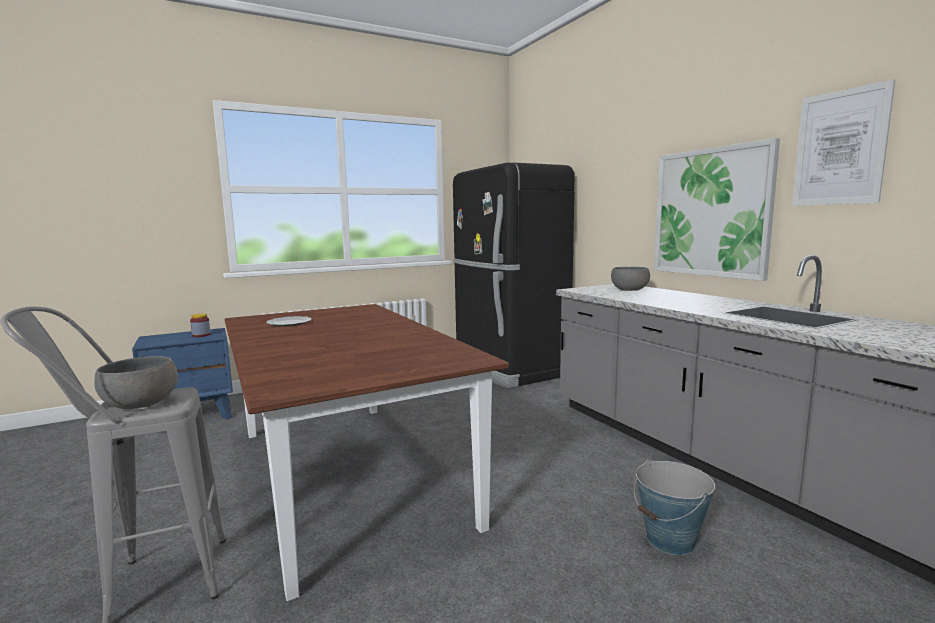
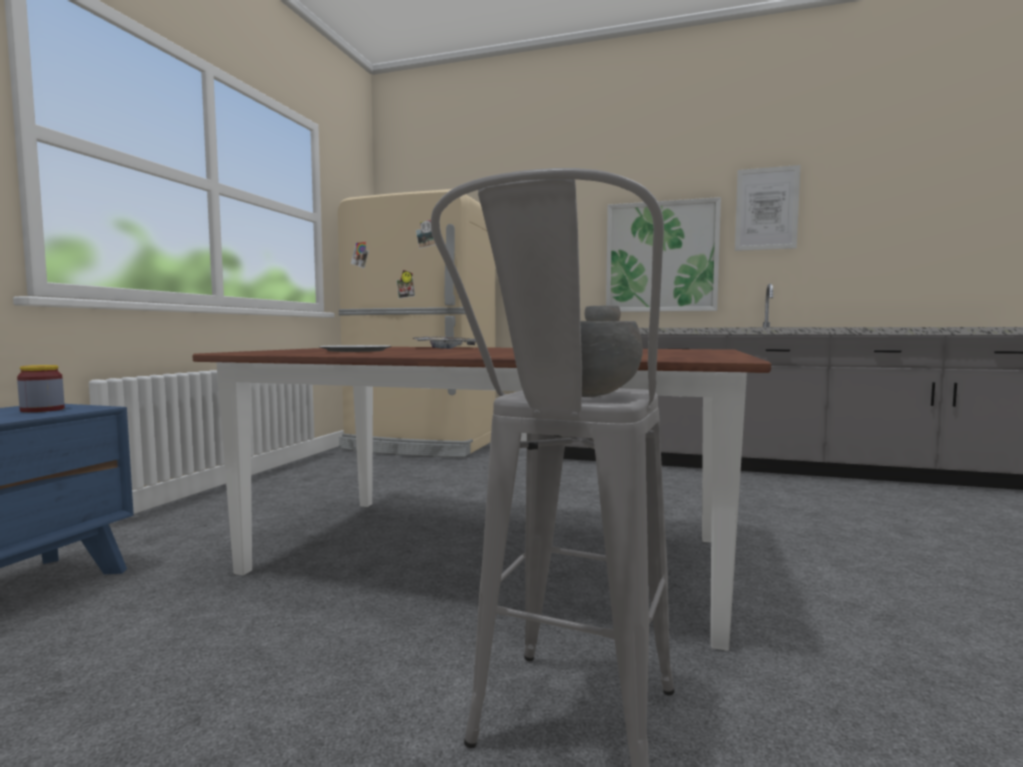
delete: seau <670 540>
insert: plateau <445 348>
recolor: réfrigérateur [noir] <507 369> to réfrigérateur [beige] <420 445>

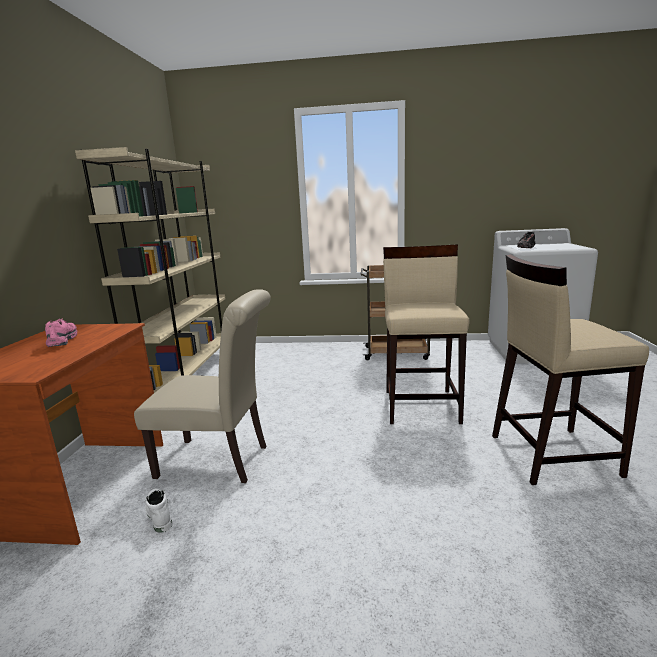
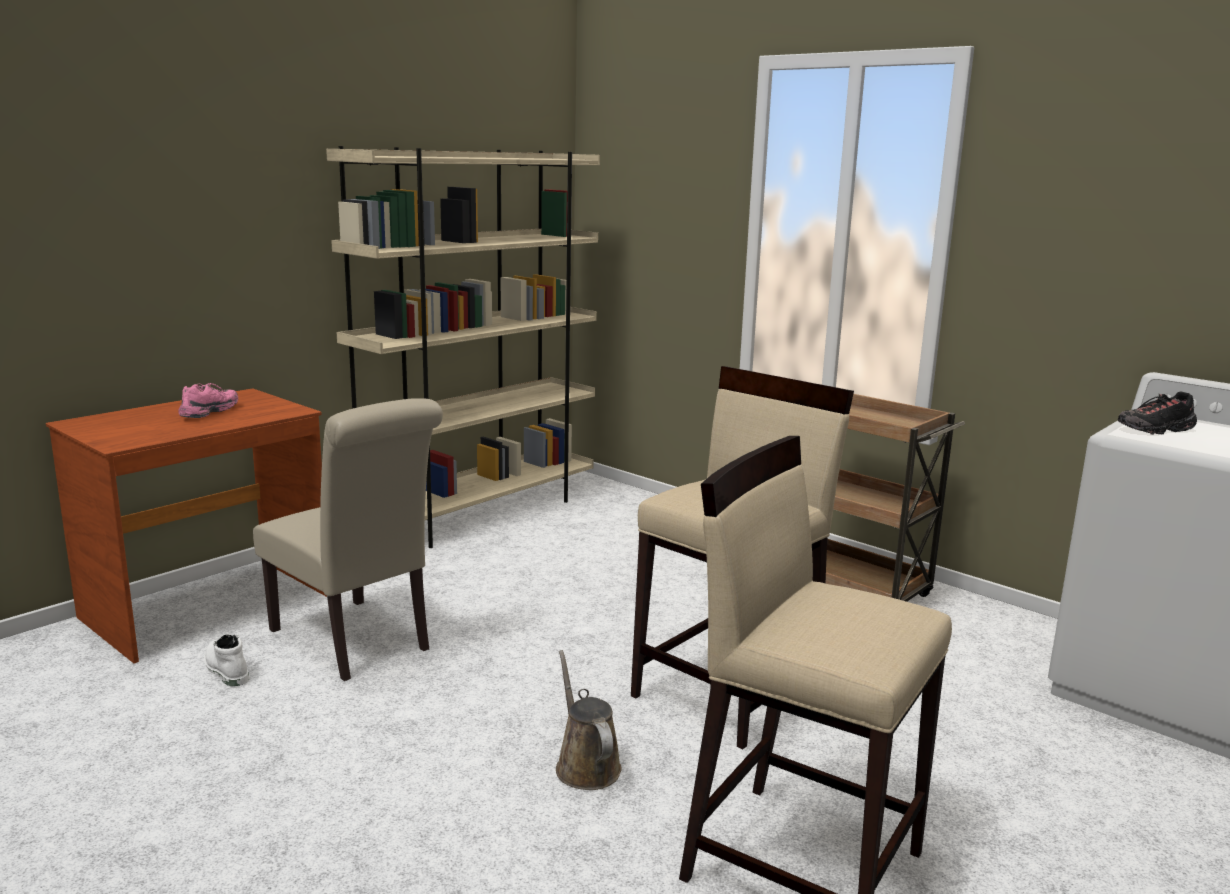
insert: arrosoir [marron] <585 765>
rotate: botte [blanc] <158 514> = <225 670> 45 degrees counterclockwise

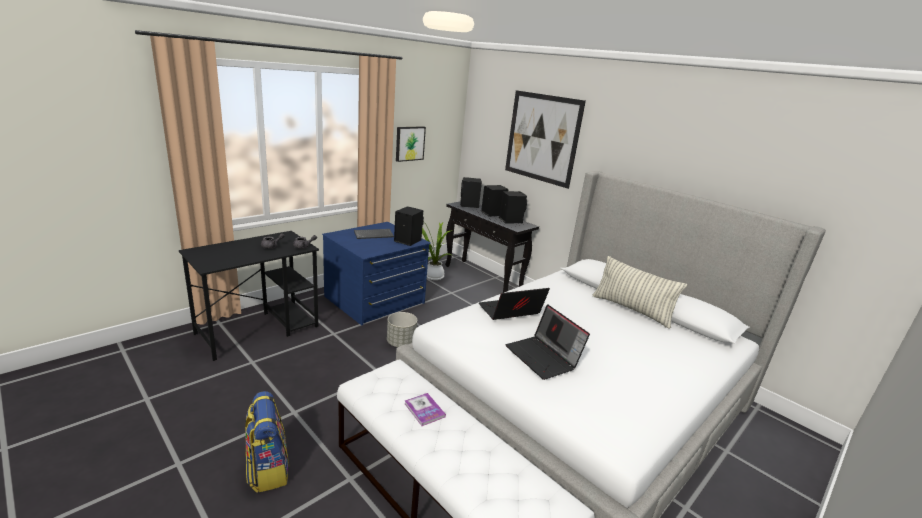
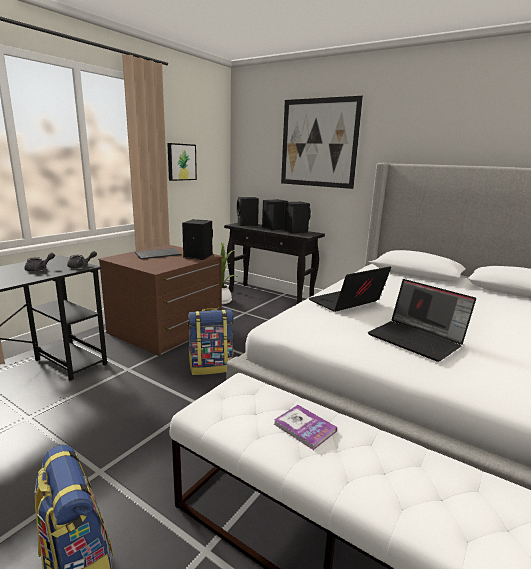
delete: coussin <631 310>
replace: cache-pot [gris] <401 343> to sac à dos <211 367>
recolor: commode [bleu] <375 300> to commode [marron] <167 329>

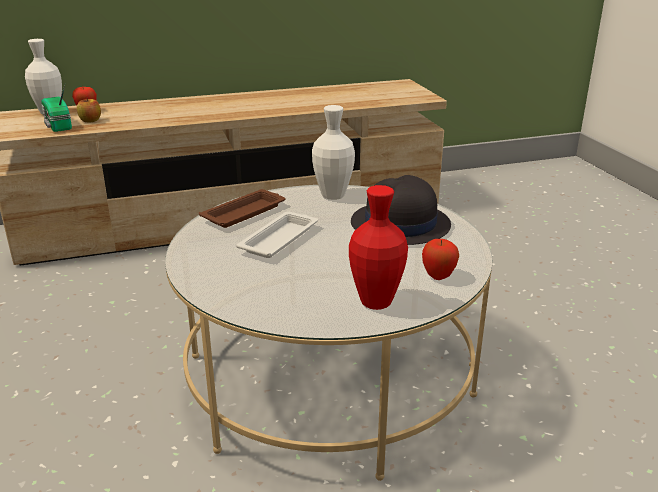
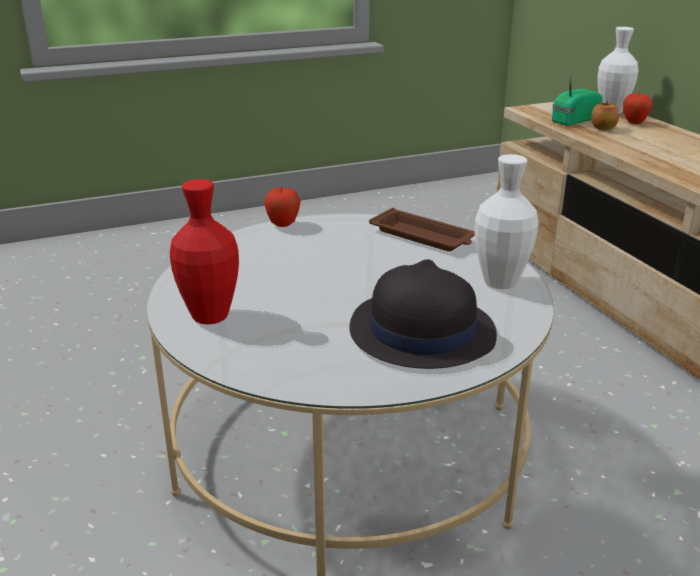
delete: plateau [blanc] <280 239>
move: pomme <438 277> to <283 225>

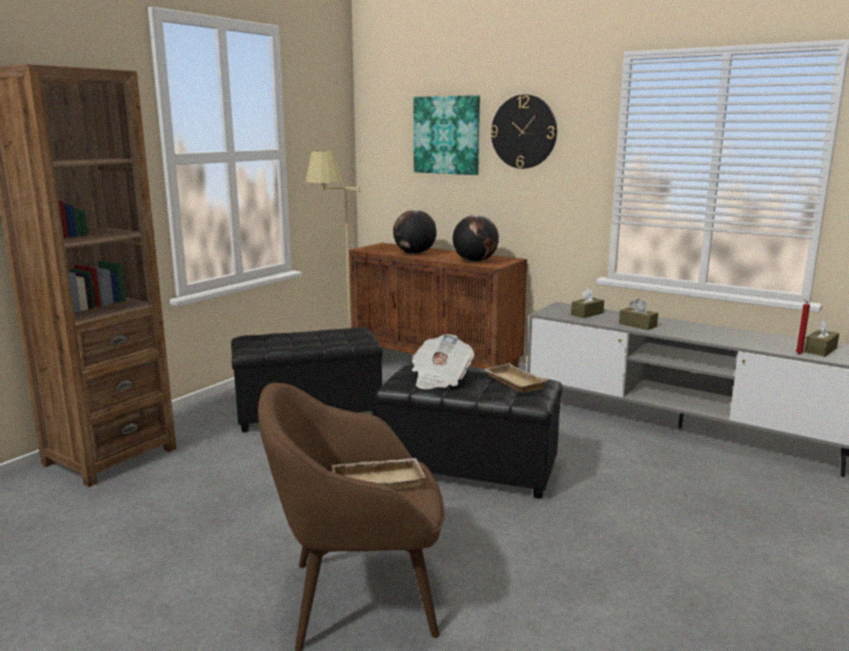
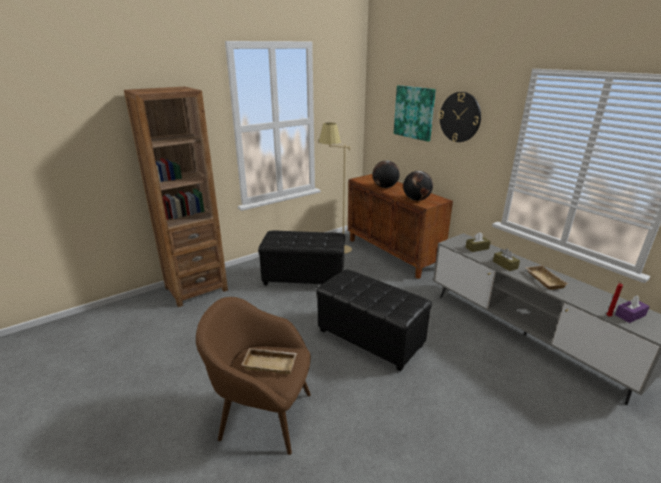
delete: journal <440 379>
move: plateau [beige] <512 382> to <543 279>
recolor: boîte à mouchoirs [marron] <820 350> to boîte à mouchoirs [violet] <630 315>

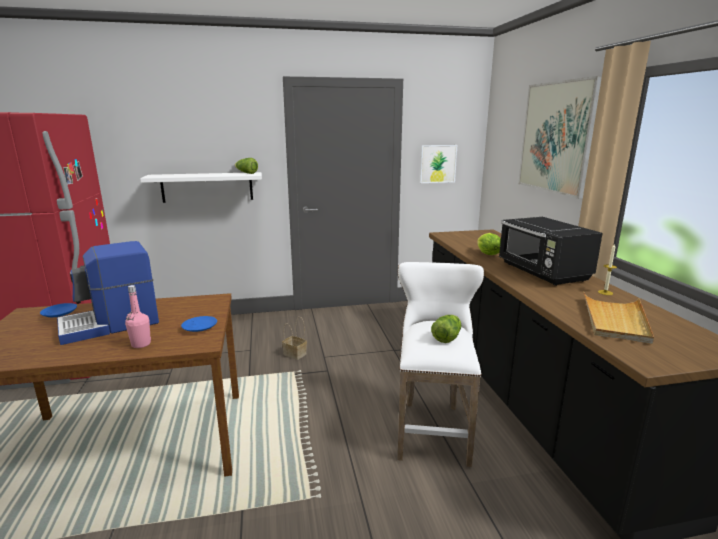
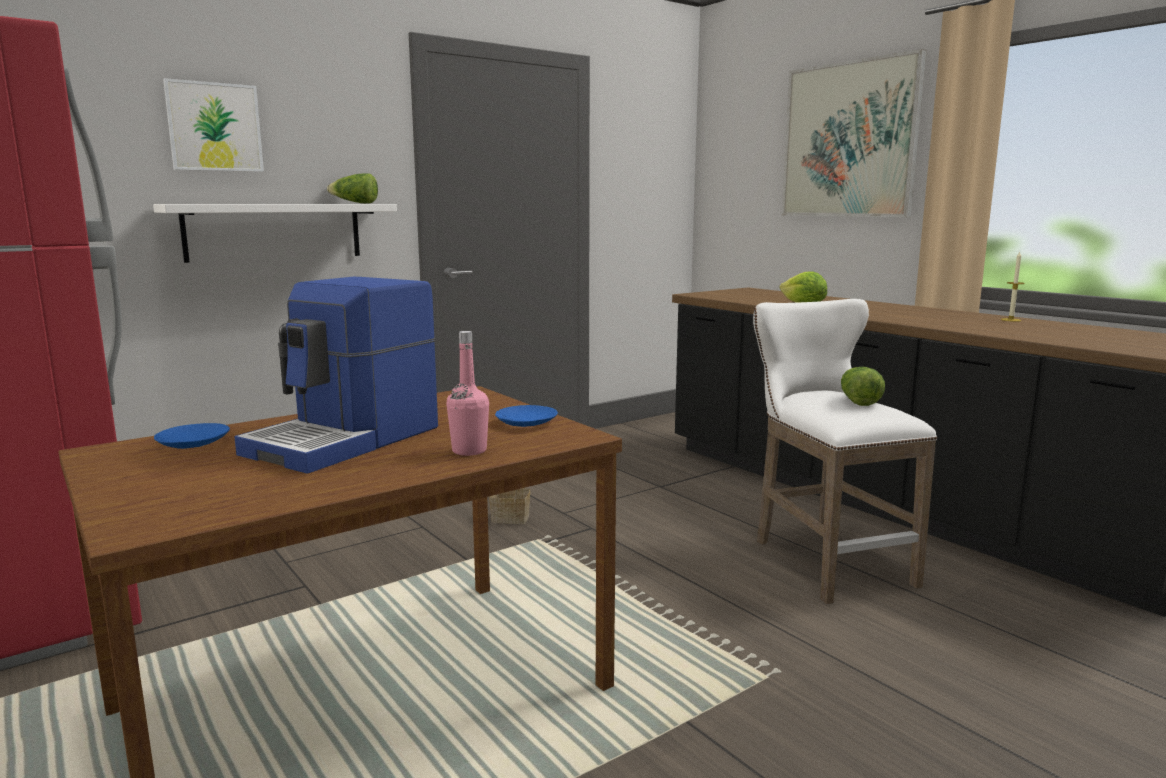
delete: micro-ondes [noir] <543 273>; plateau [beige] <615 320>
move: tableau <438 164> to <214 127>

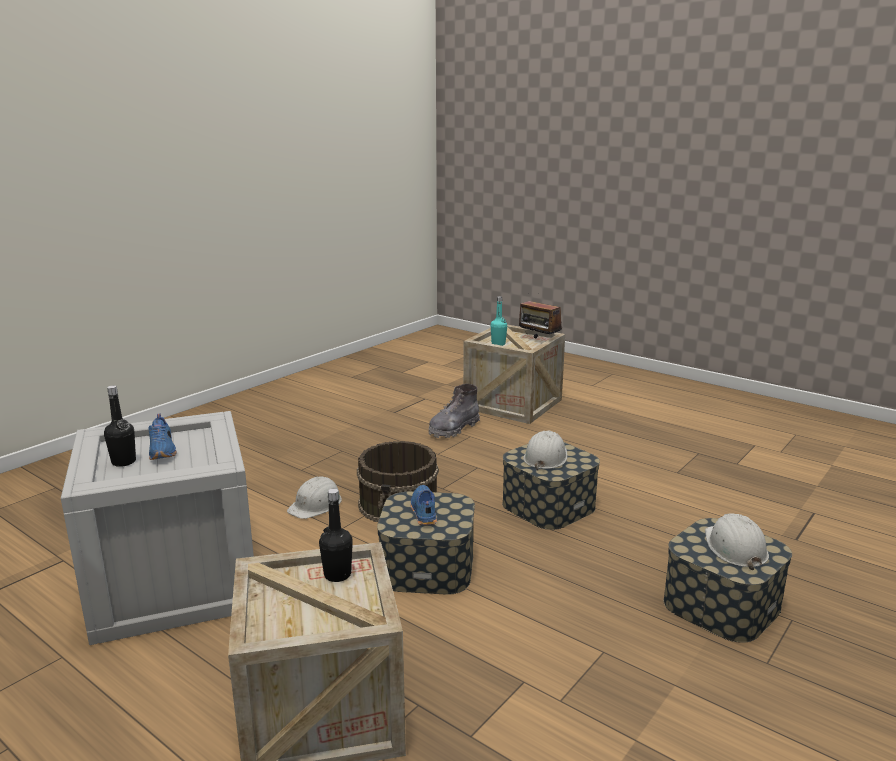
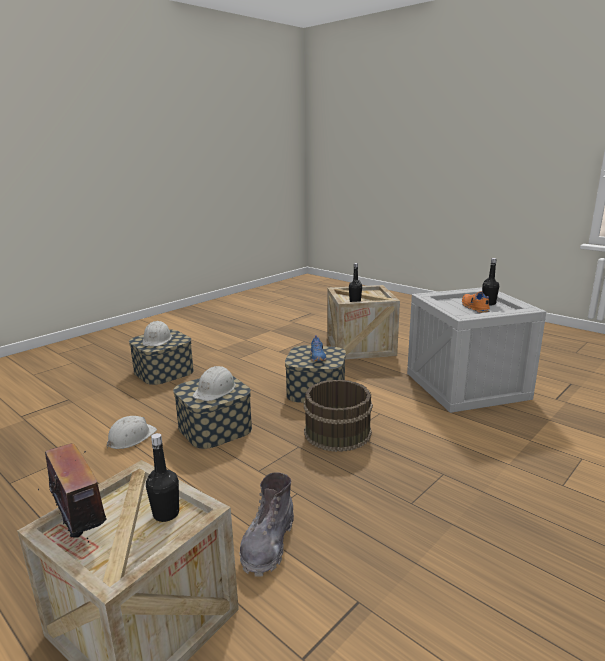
move: casque de chantier [blanc] <316 505> to <131 437>
recolor: bouteille [turquoise] <498 344> to bouteille [noir] <166 514>; chaussure [bleu] <163 451> to chaussure [orange] <474 308>
rotate: botte [gris] <453 429> = <268 544> 150 degrees clockwise

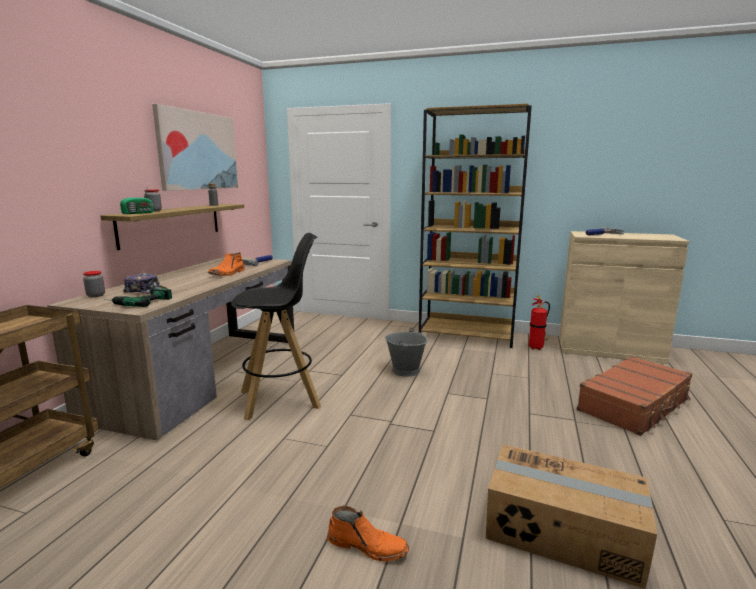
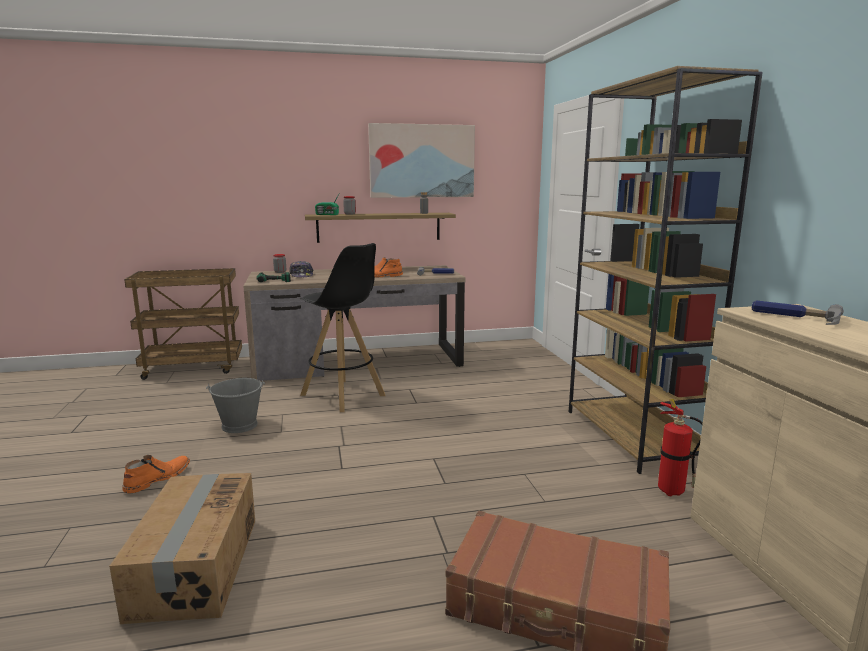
move: seau [gris] <406 370> to <240 426>
rotate: botte [orange] <367 545> = <157 479> 135 degrees counterclockwise

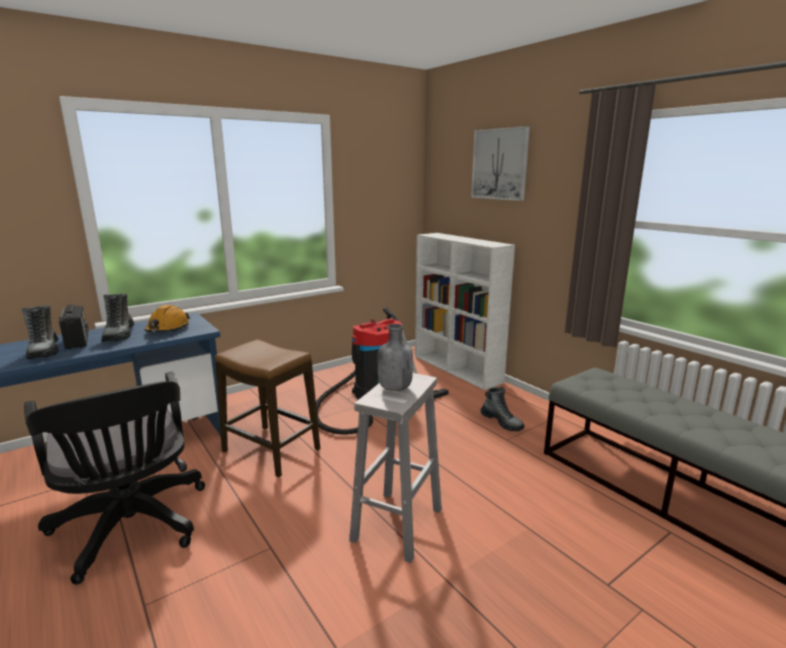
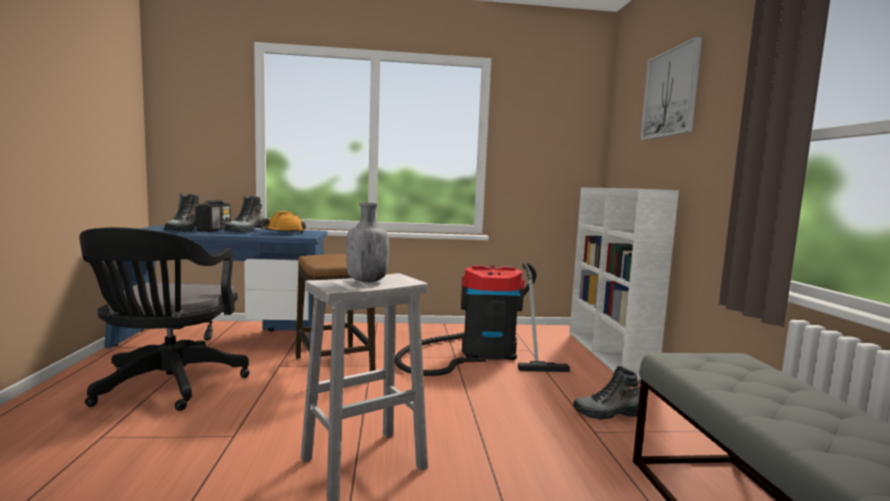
rotate: botte <501 422> = <608 414> 105 degrees clockwise

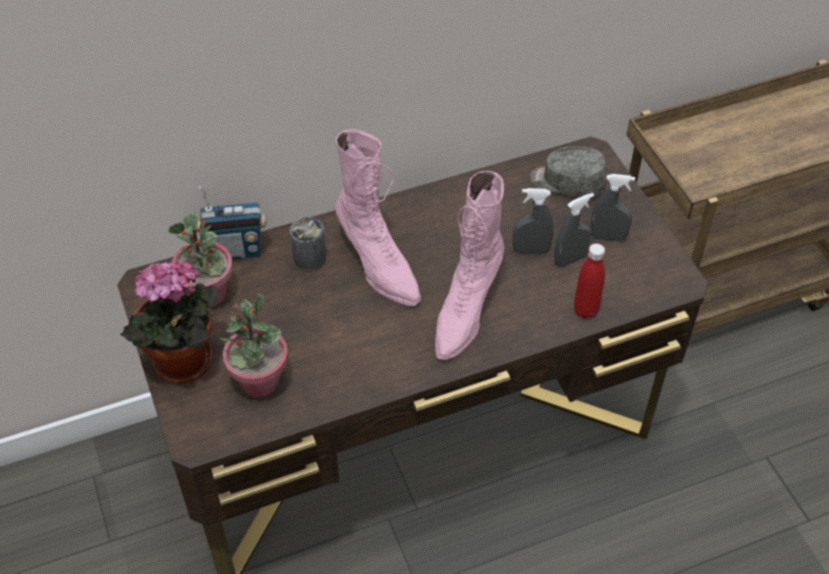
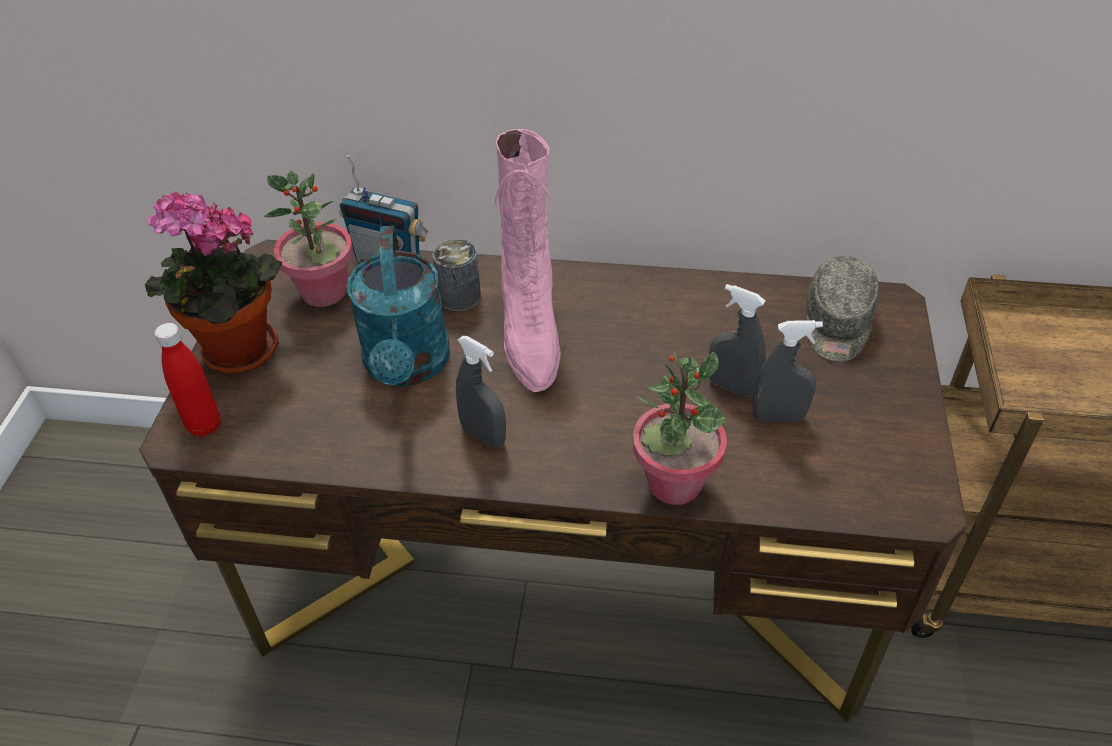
delete: botte [rose] <465 311>
insert: arrosoir [turquoise] <407 367>
move: bouteille [rouge] <585 310> to <204 426>; vaporisateur [gris] <608 237> to <483 436>; plante en pot <259 381> to <674 483>
rotate: casquette [gris] <567 182> = <837 325> 120 degrees counterclockwise

